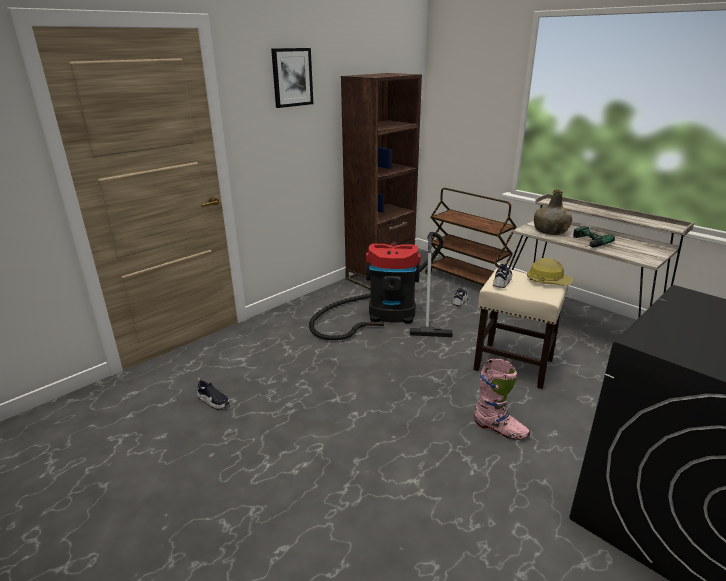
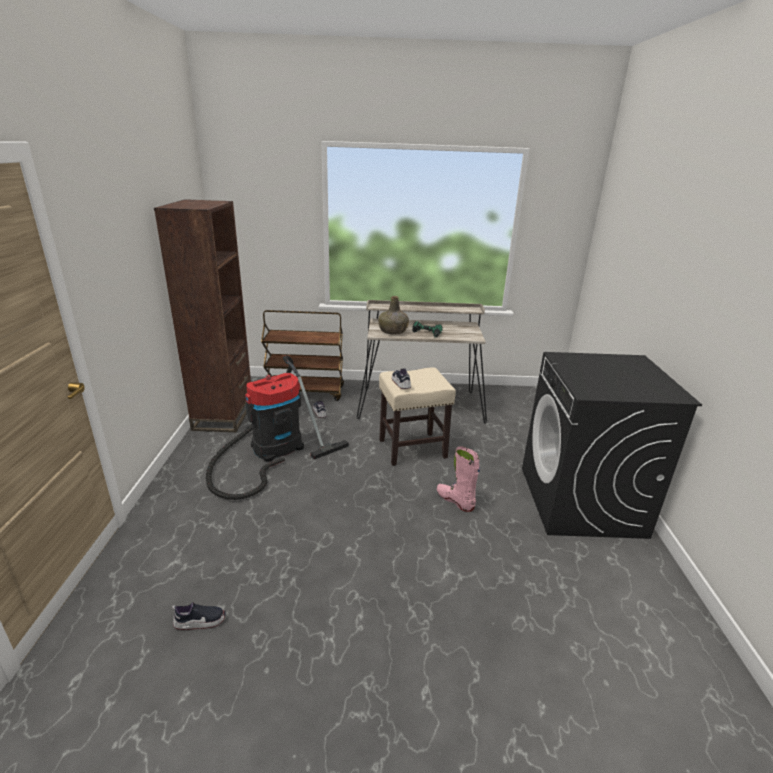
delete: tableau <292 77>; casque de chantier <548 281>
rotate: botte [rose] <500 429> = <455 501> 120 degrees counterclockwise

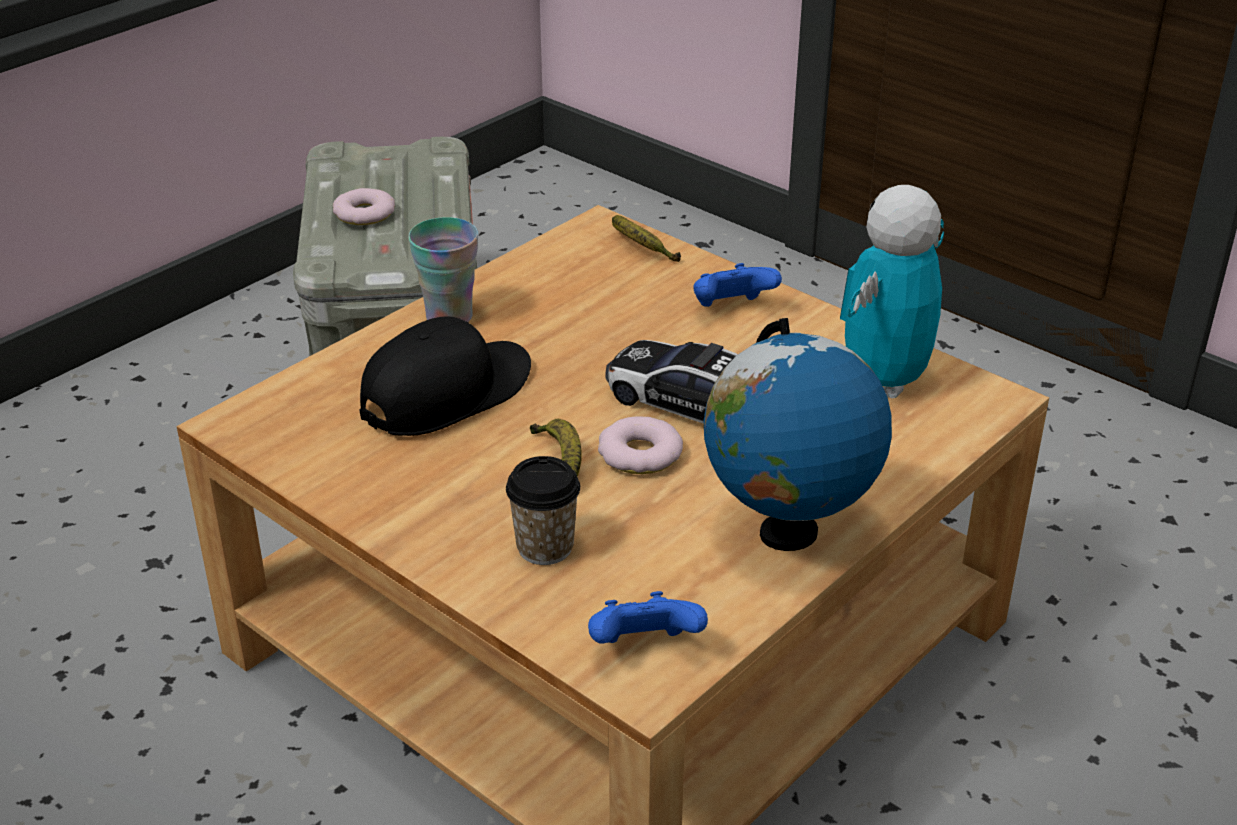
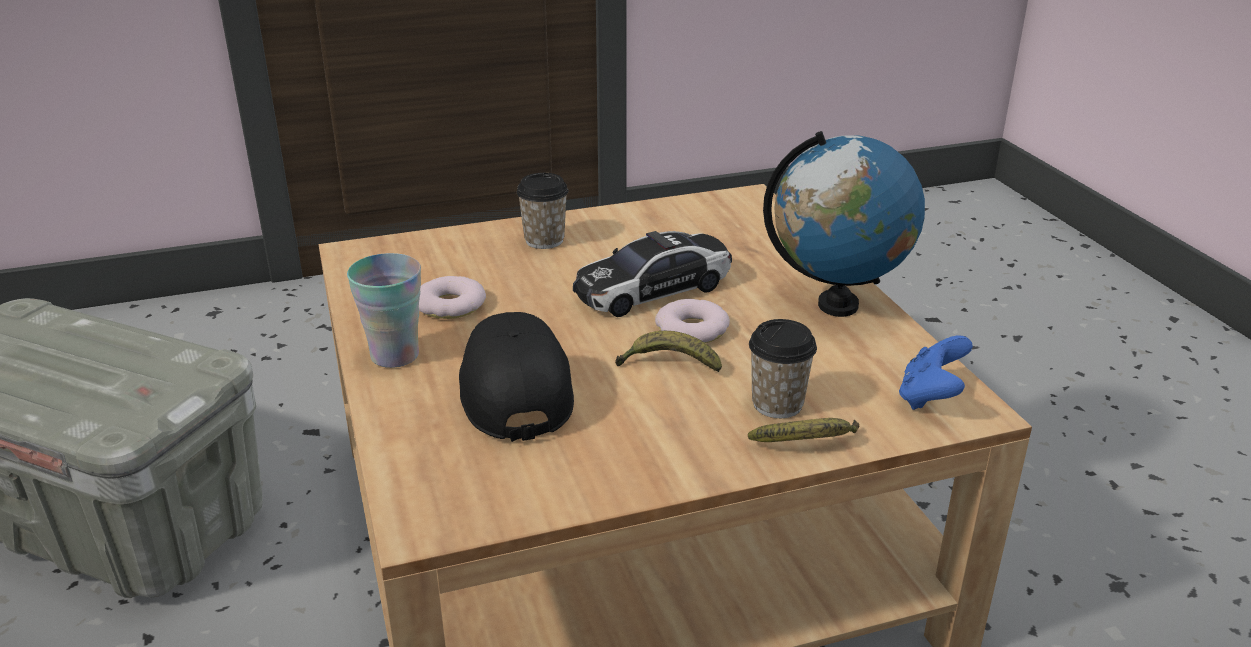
delete: robot jouet <884 381>
move: beignet <364 213> to <450 305>; banane <640 248> to <808 445>
replace: manette [bleu] <731 309> to tasse <544 240>

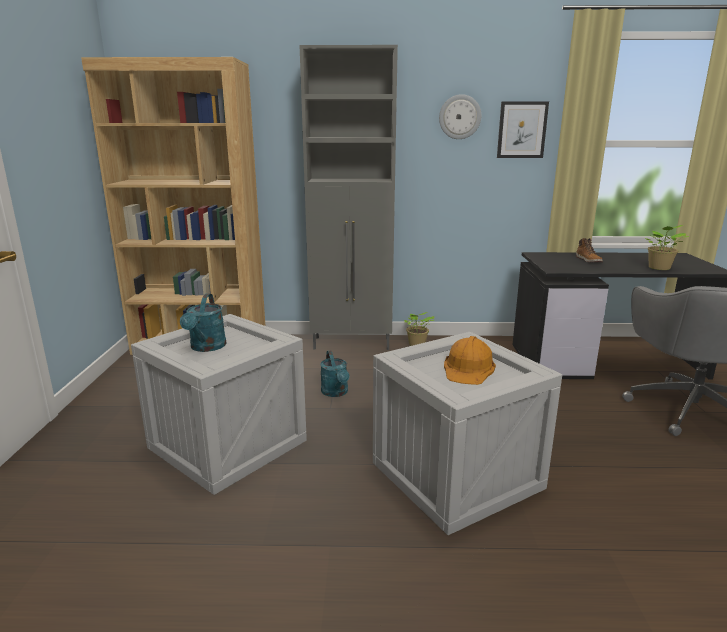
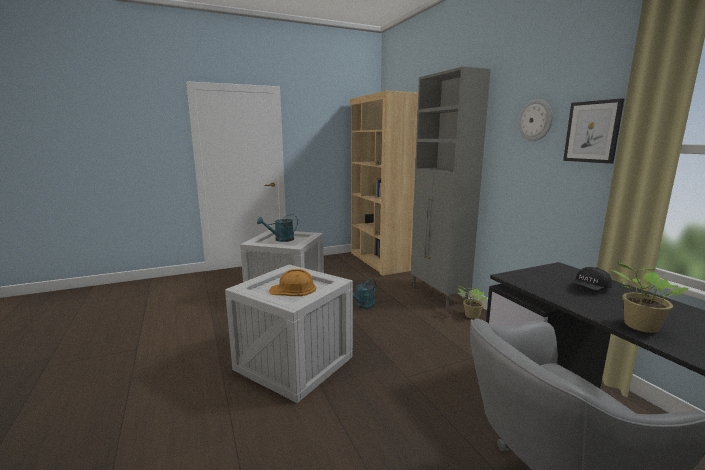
replace: botte <589 260> to casquette [noir] <589 288>

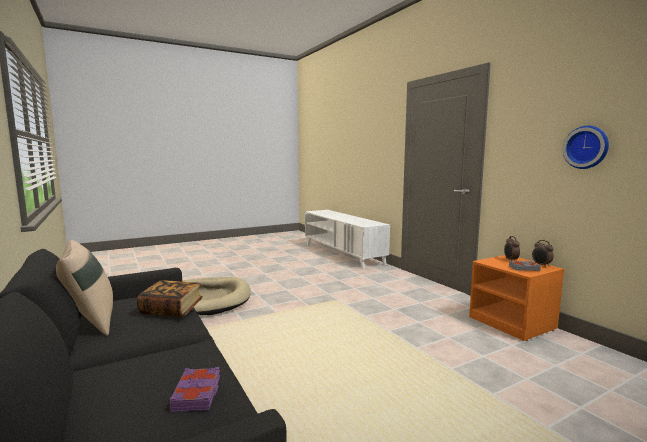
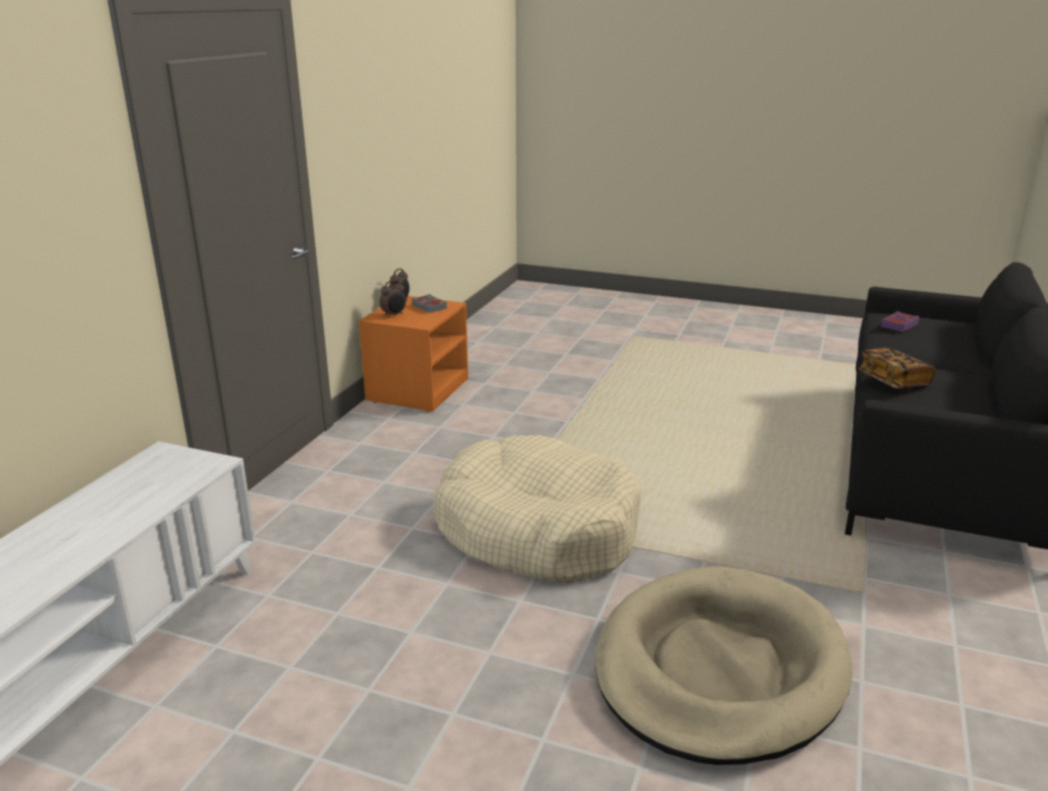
delete: coussin [beige] <90 322>; horloge murale <586 147>
insert: panier pour chien [beige] <537 530>

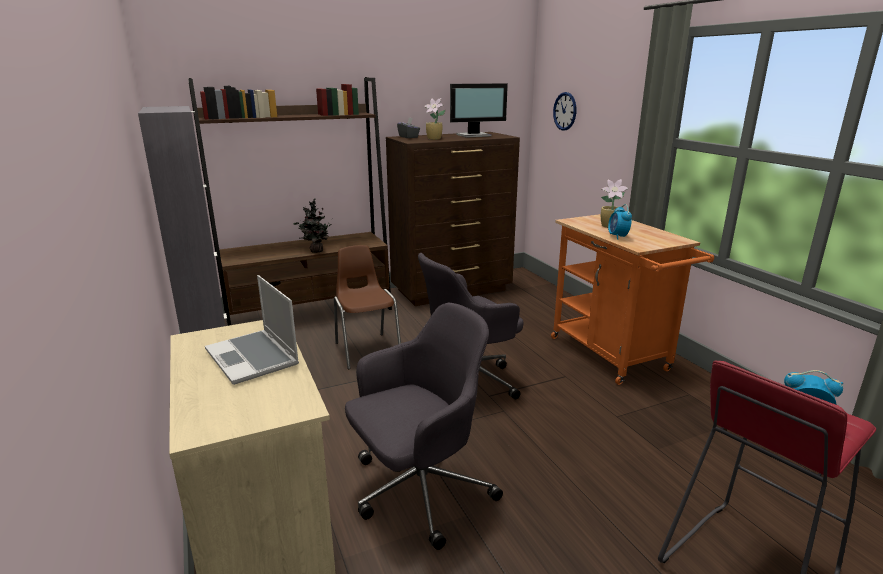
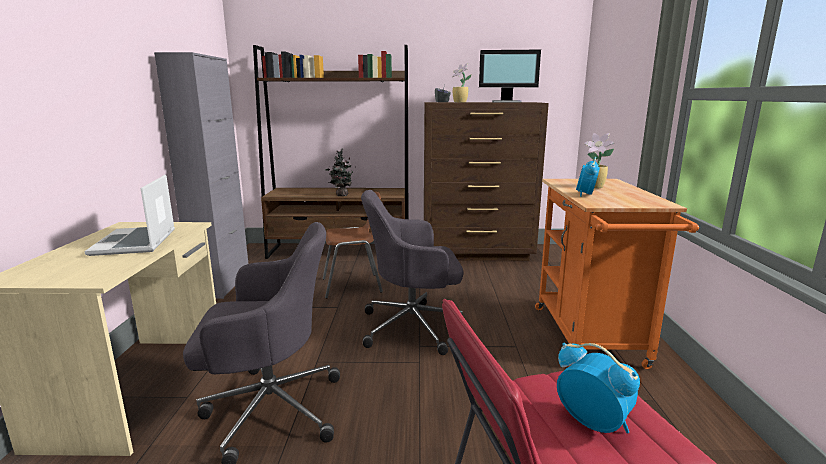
delete: horloge murale <565 111>
rotate: chaise [marron] <367 350> = <353 285> 75 degrees clockwise

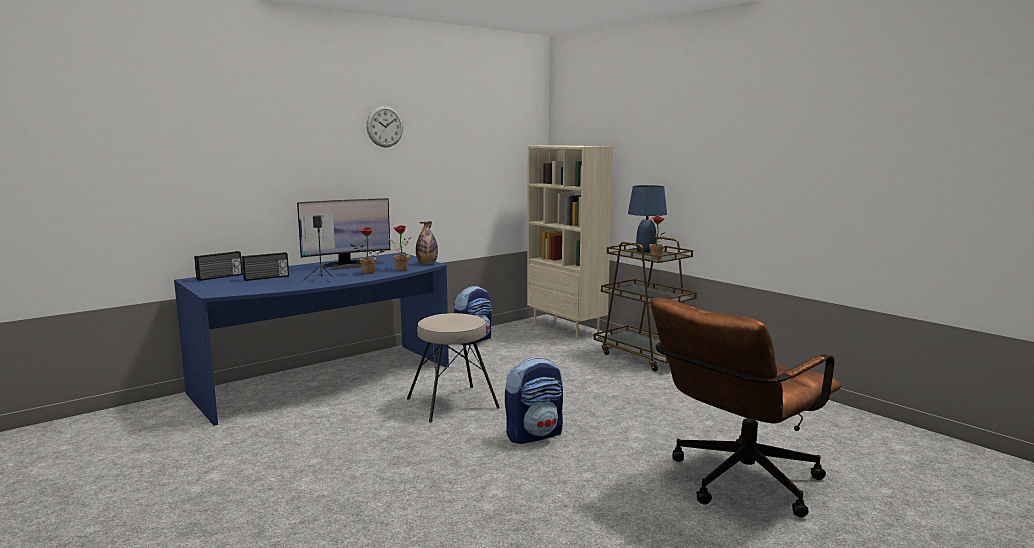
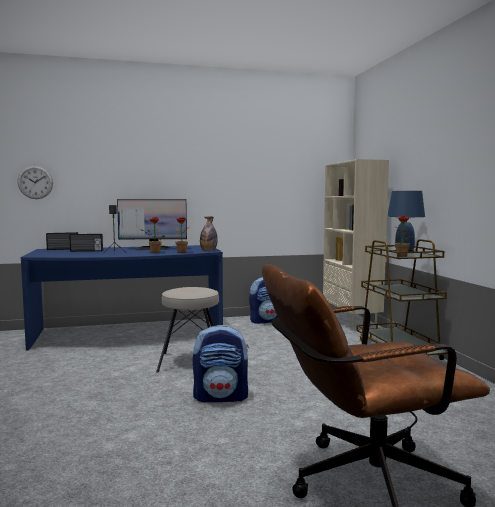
move: horloge murale <385 126> to <35 182>

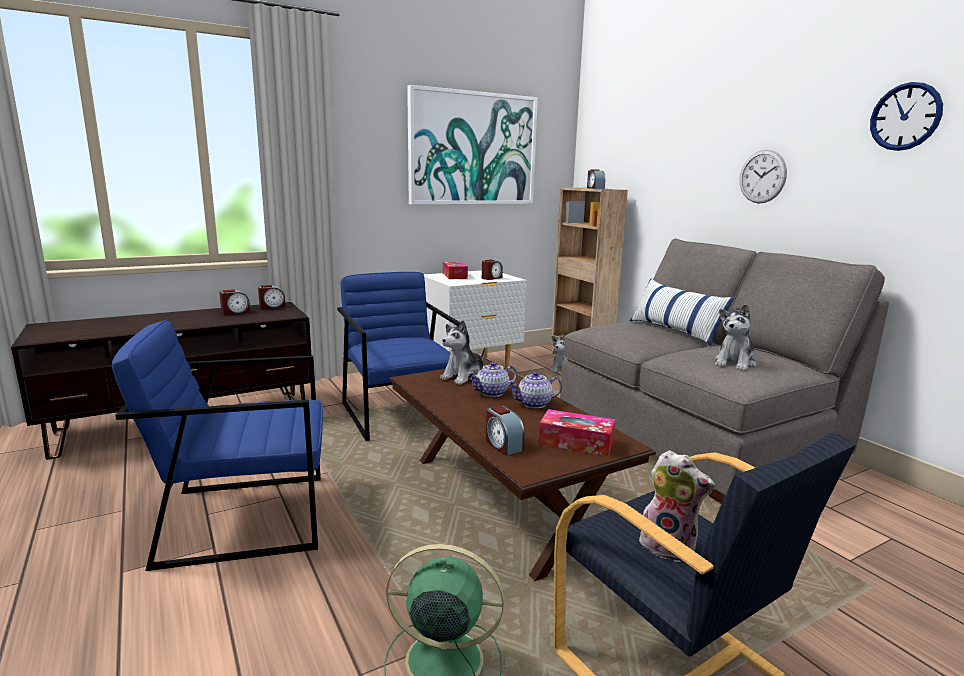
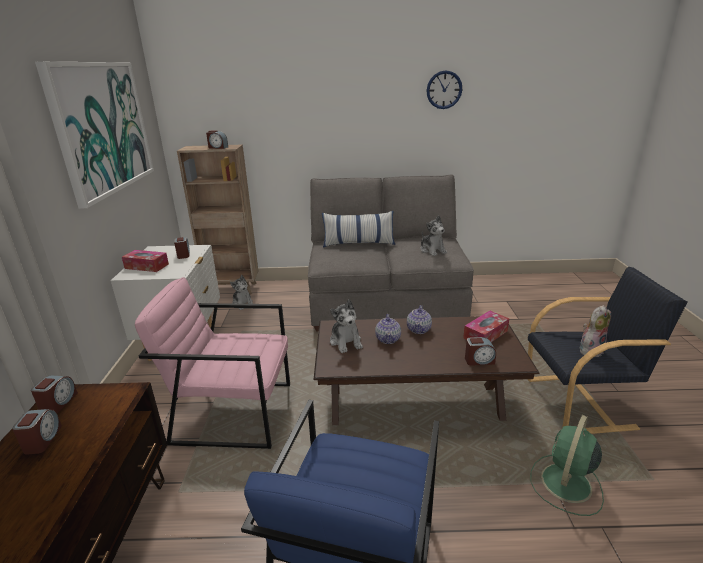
delete: horloge murale <762 176>
recolor: fauteuil [bleu] <399 413> to fauteuil [rose] <233 412>

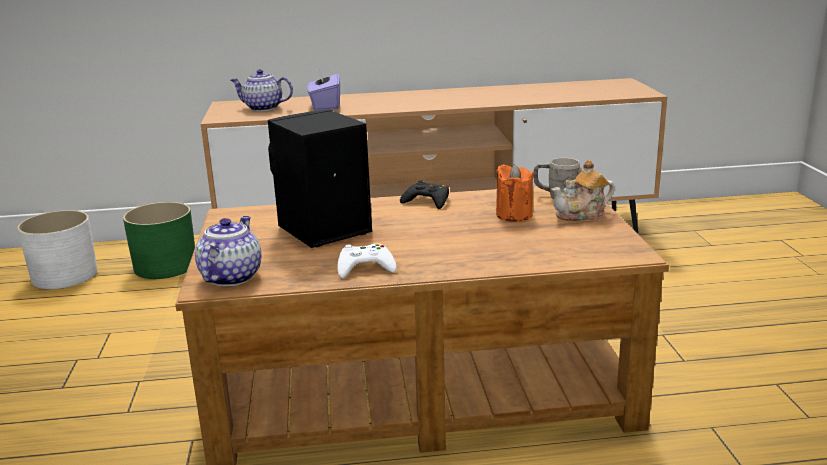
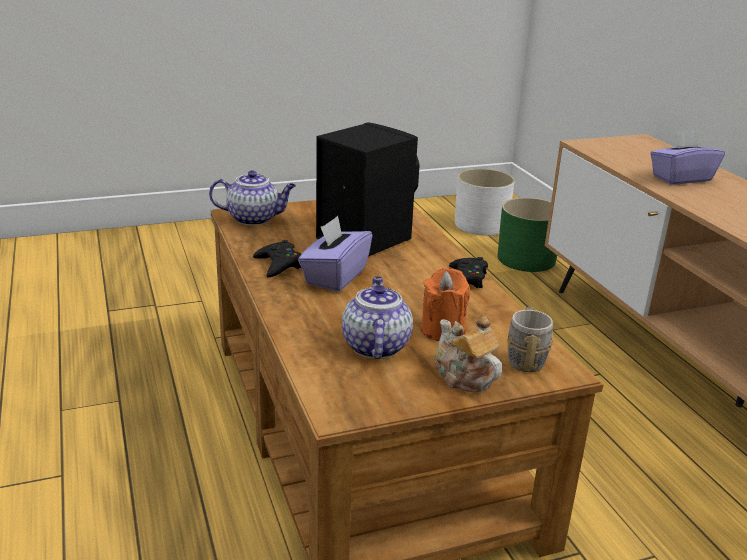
insert: boîte à mouchoirs [violet] <335 276>
move: théière <262 108> to <375 346>
recolor: manette [blanc] <365 267> to manette [noir] <278 264>

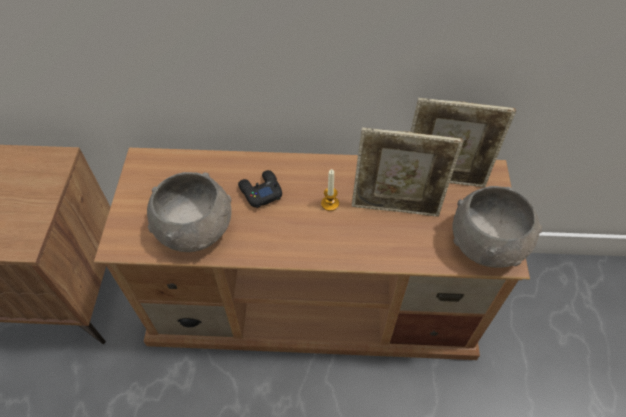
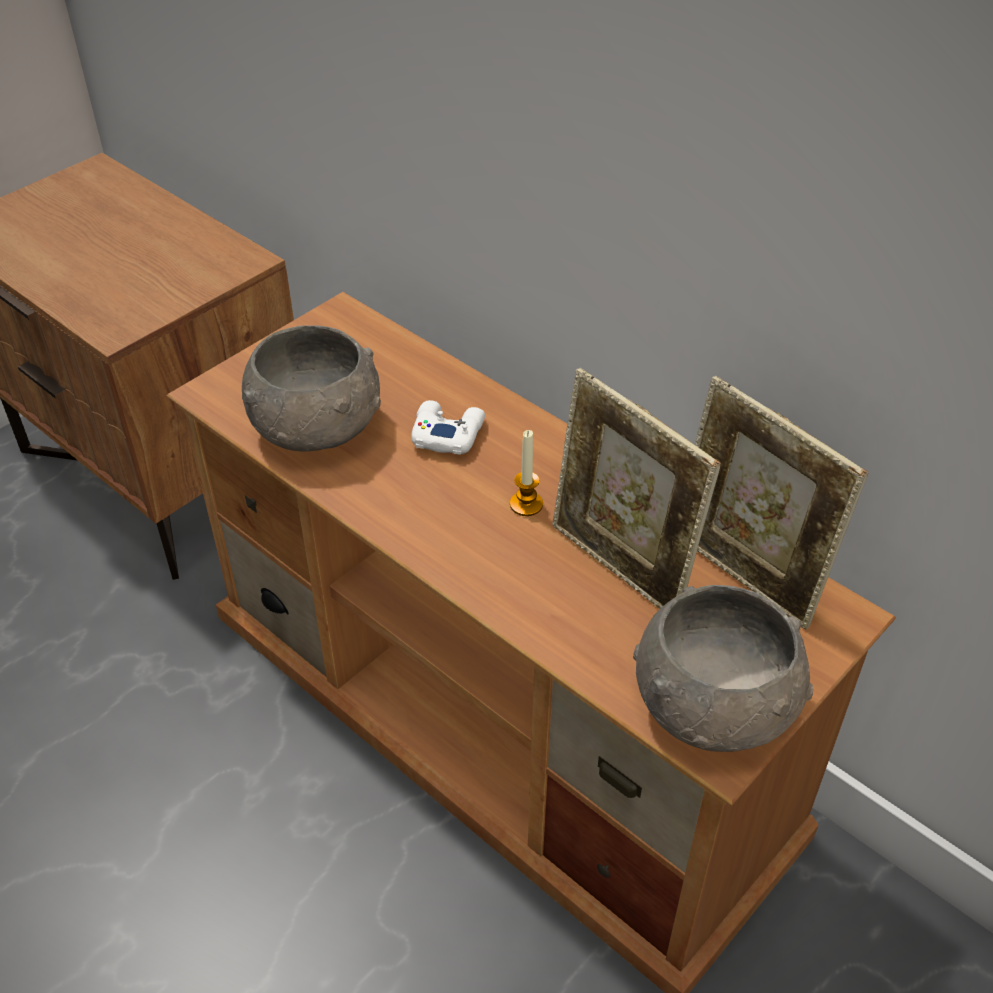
recolor: manette [noir] <260 191> to manette [blanc] <447 433>

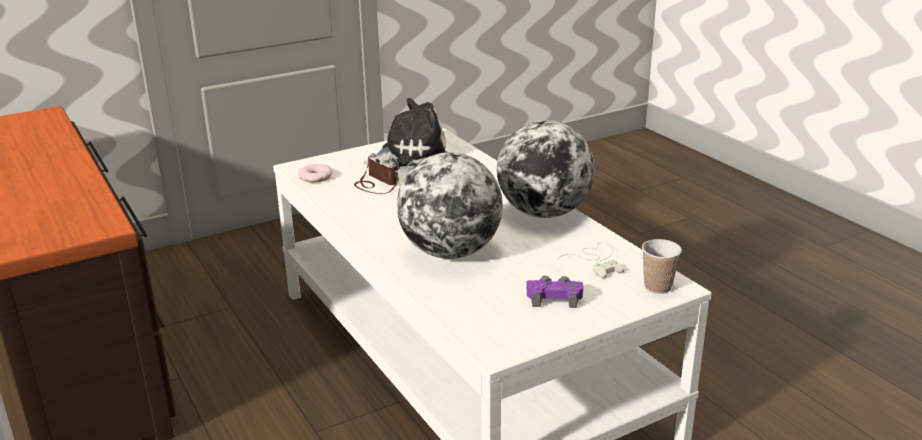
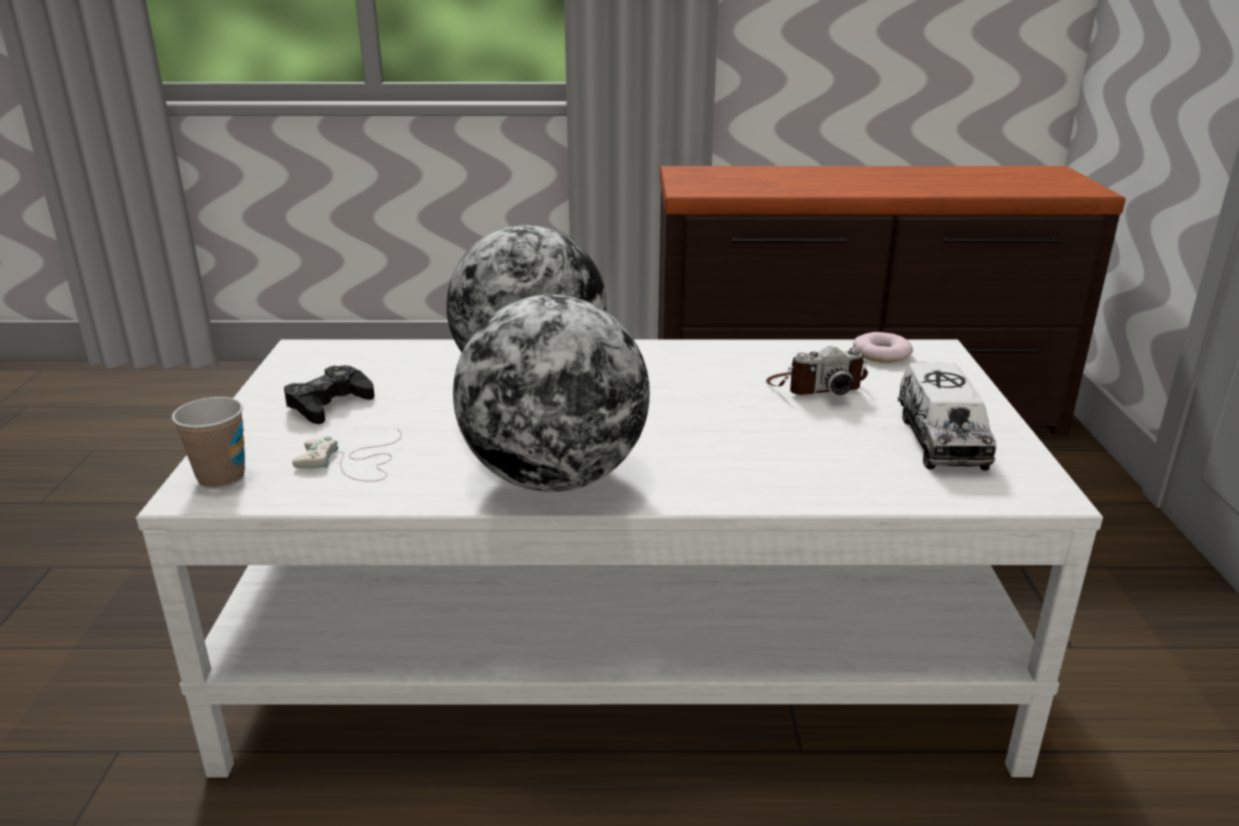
replace: peluche <410 154> to camion jouet <941 439>
recolor: manette [violet] <554 298> to manette [noir] <329 404>

